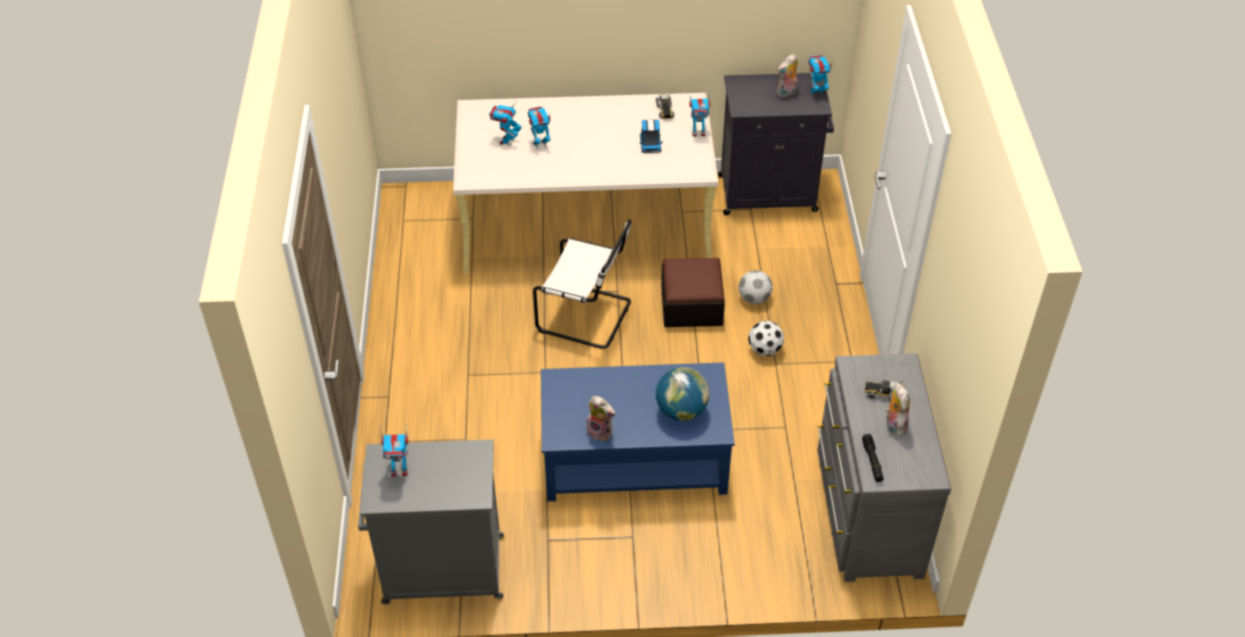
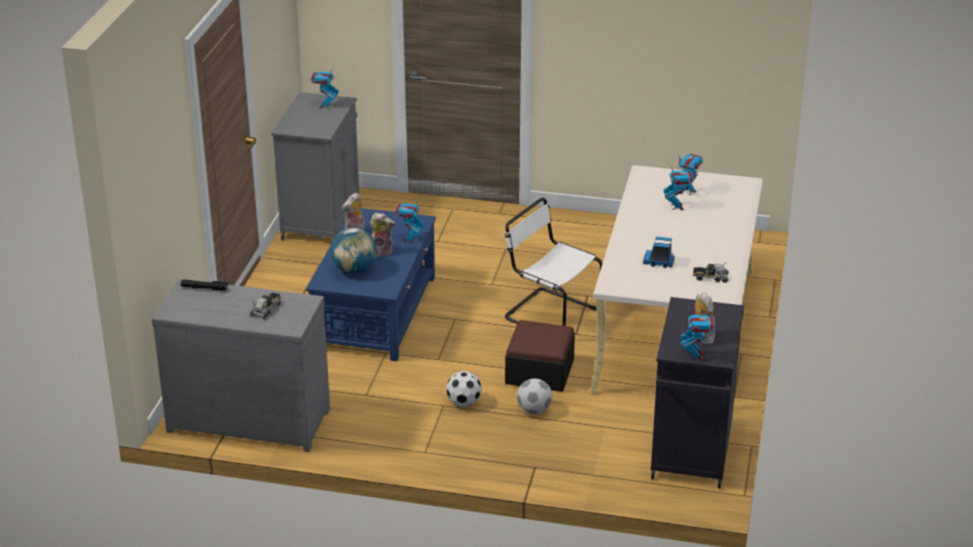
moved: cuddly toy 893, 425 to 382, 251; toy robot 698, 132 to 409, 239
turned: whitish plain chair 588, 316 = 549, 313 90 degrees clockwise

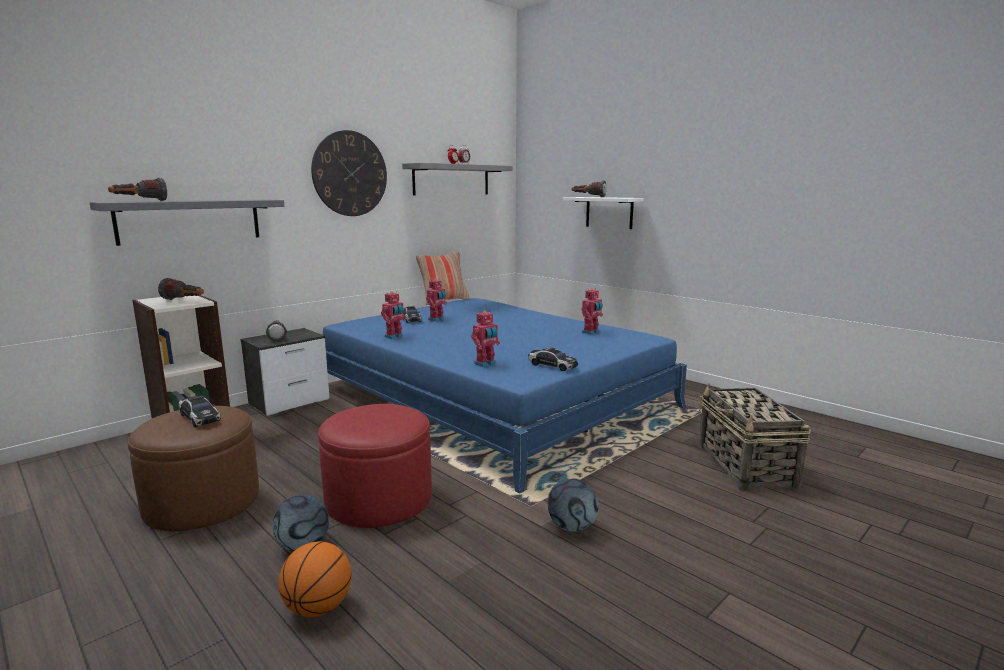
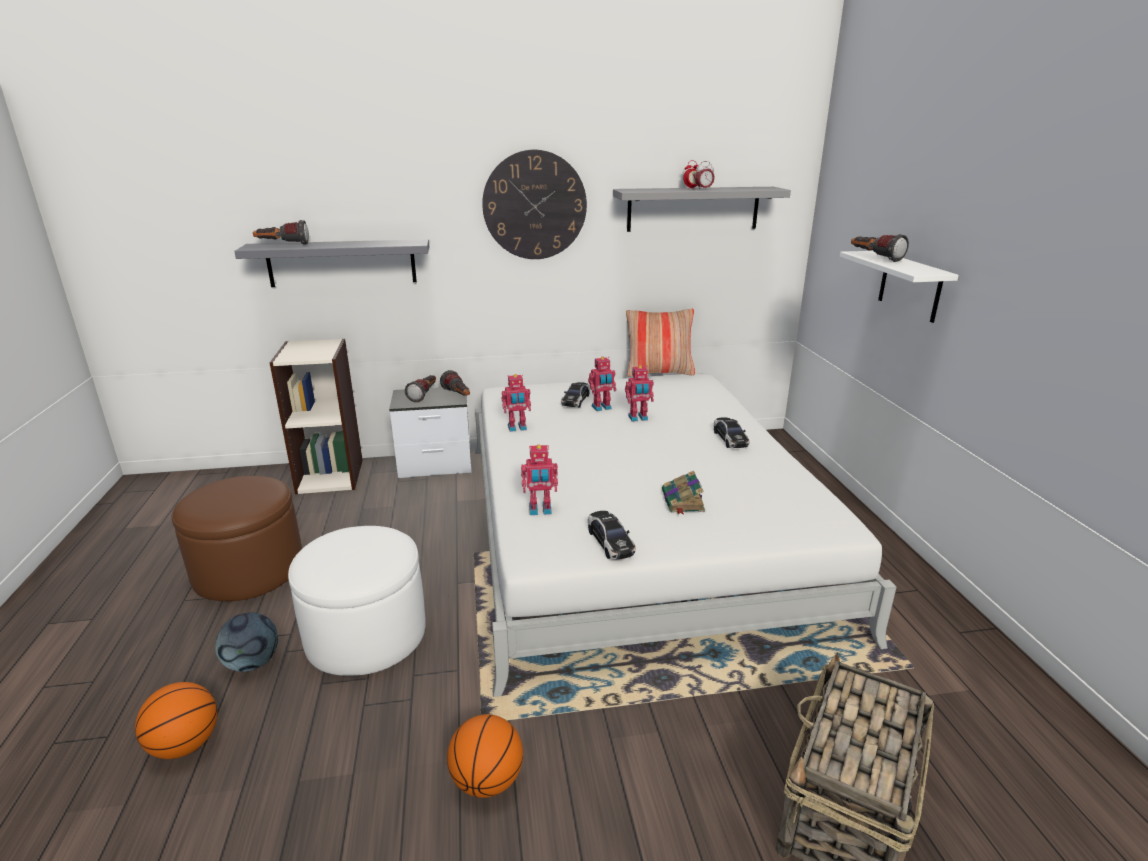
added: book 683, 502
moved: hand torch 185, 301 to 458, 396; toy robot 591, 332 to 638, 418; model car 199, 417 to 730, 439
replaced: football 571, 527 to ball for basketball 487, 781
recoloured: red-coloured pouffe 379, 499 to whitish pouffe 366, 634; bluish sleeping bed 491, 397 to whitish sleeping bed 634, 528

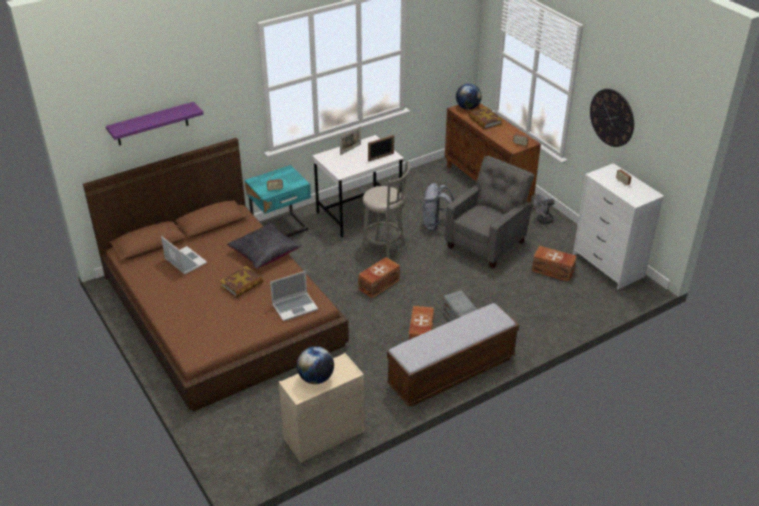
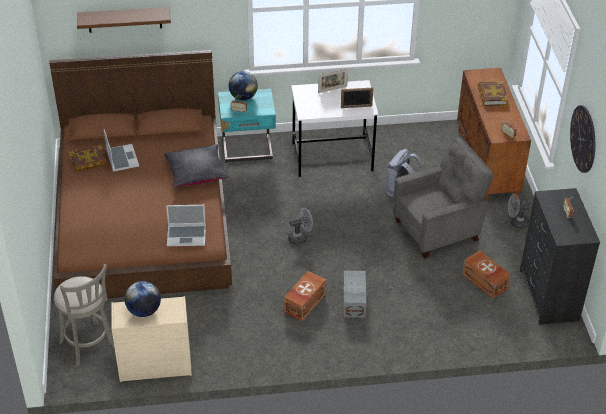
removed: indoor bench 451, 372
moved: grey stool 385, 249 to 89, 346; book 242, 284 to 88, 161; globe 467, 108 to 243, 97
replaced: brown-coloured storage bin 378, 285 to grey fan 300, 237
recoloured: purple bracket shelf 152, 124 to brown-coloured bracket shelf 124, 19; whitish chest of drawers 607, 265 to blackish chest of drawers 548, 295

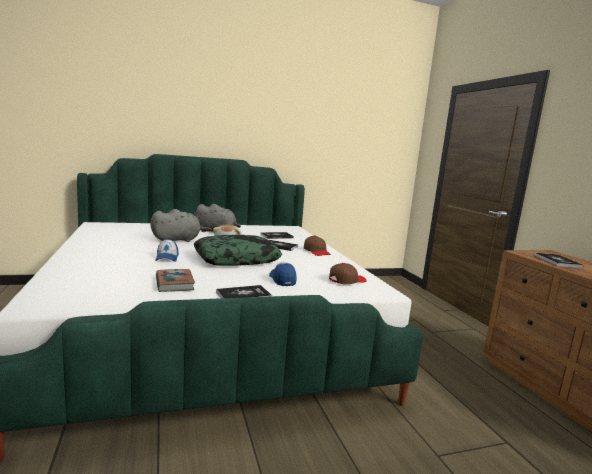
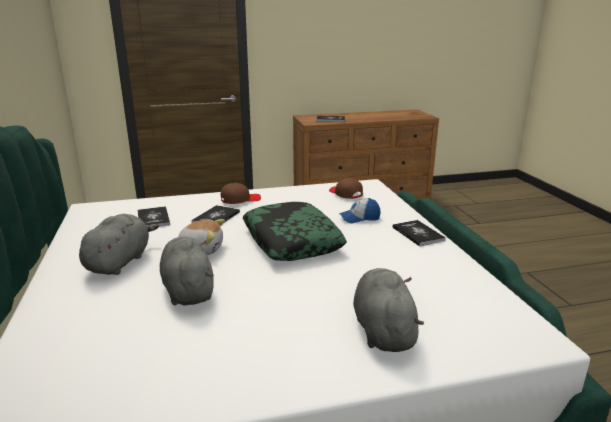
removed: cap 167, 258; book 174, 283
added: grey cuddly toy 383, 330

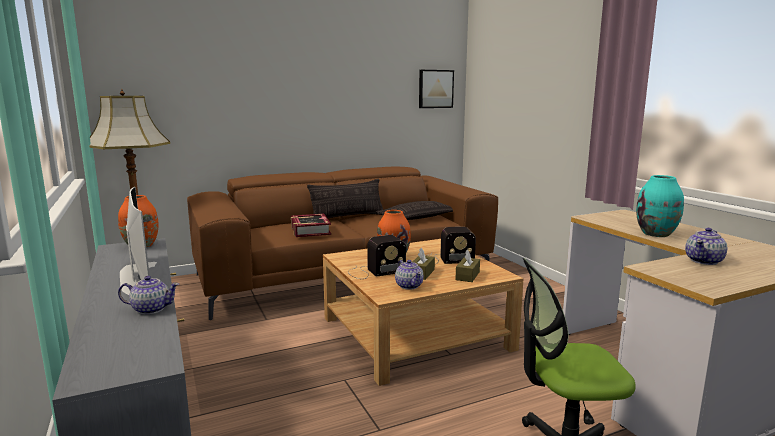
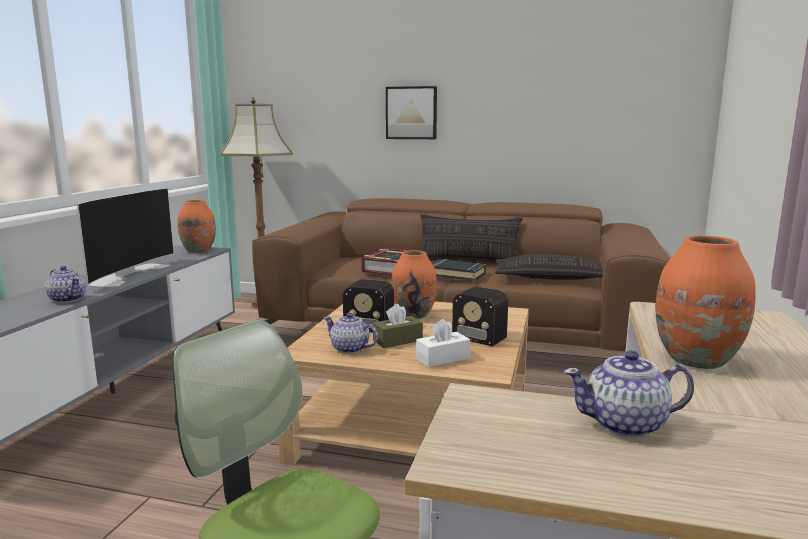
added: blackish book 456, 274
moved: wall art 435, 89 to 411, 113
recoloured: brown-coloured tissue box 467, 276 to whitish tissue box 442, 358; turquoise decorative vase 656, 234 to orangey decorative vase 697, 360
turned: tea pot 409, 286 = 350, 349 105 degrees clockwise

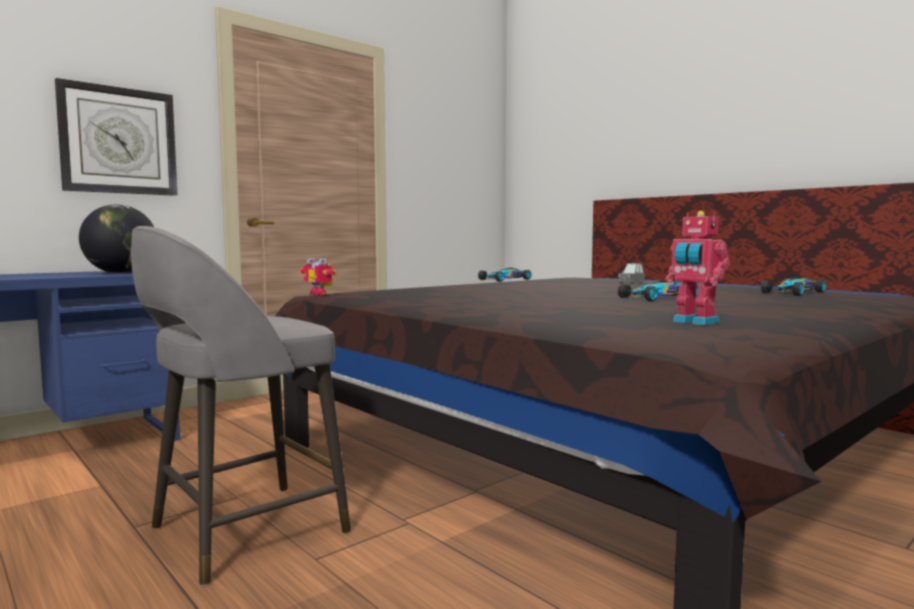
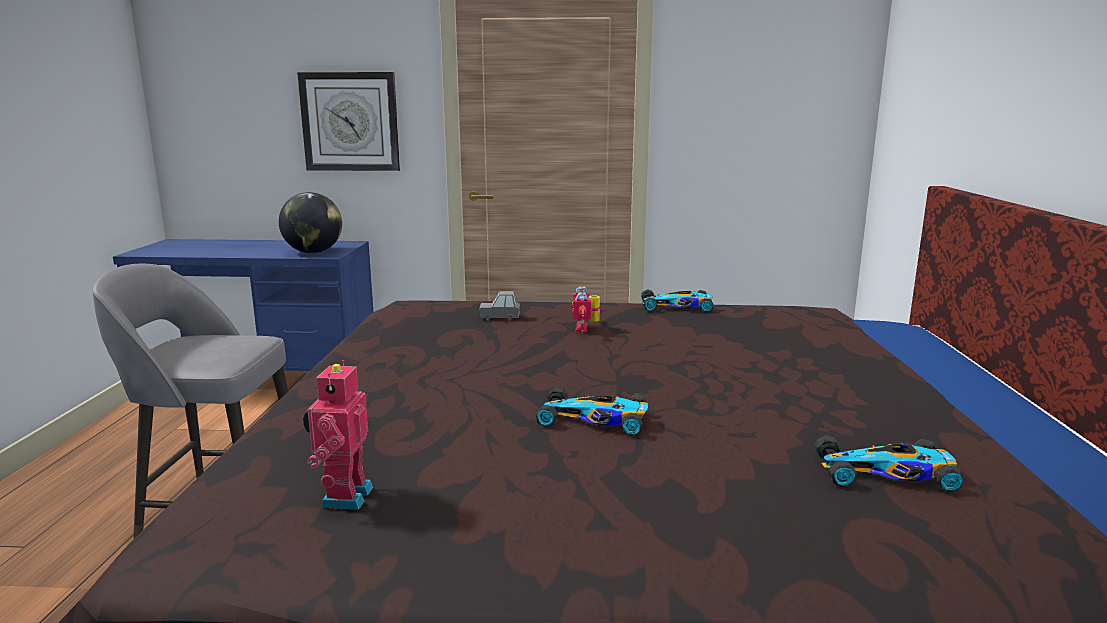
moved: grey model car 631, 283 to 499, 318; toy robot 321, 294 to 585, 329

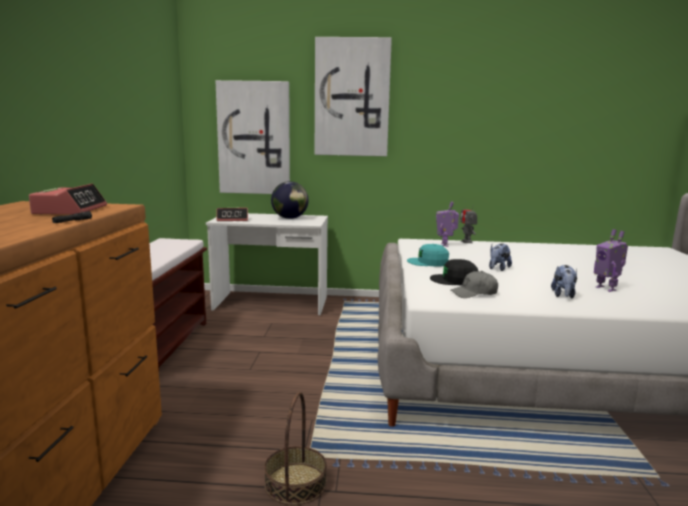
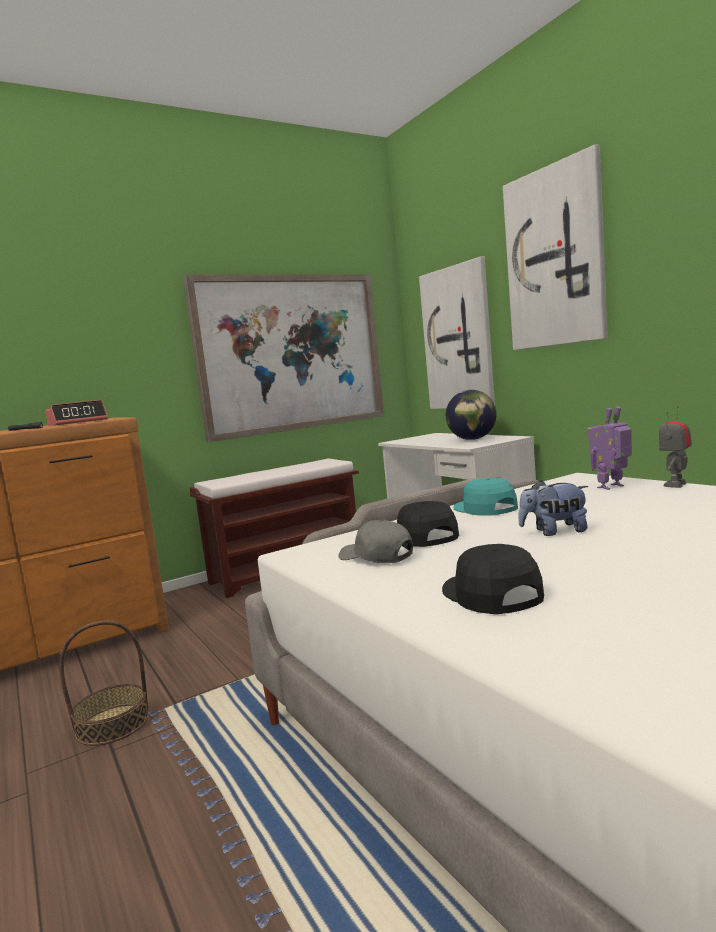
removed: bedside clock 233, 219; toy robot 606, 288
added: wall art 291, 353
replaced: cuddly toy 563, 295 to blackish cap 491, 593

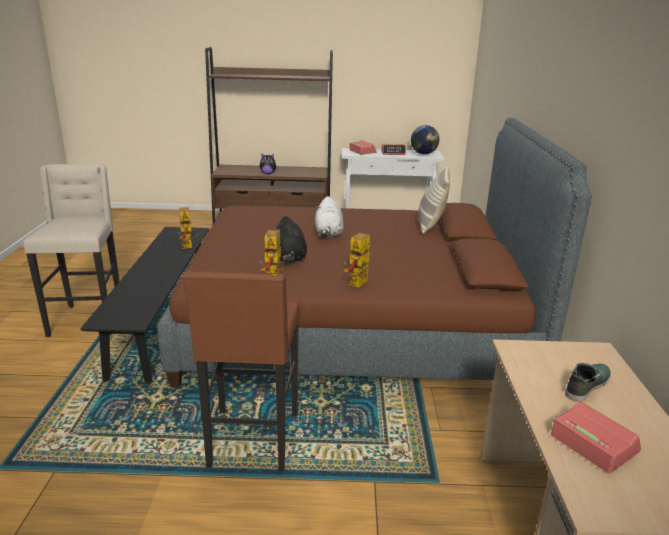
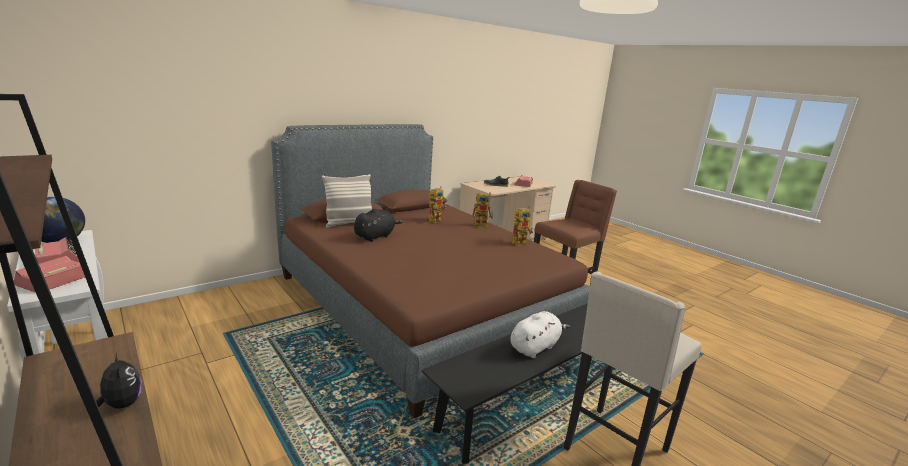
moved: blackish cuddly toy 290, 257 to 375, 236; toy robot 188, 247 to 436, 220; whitish cuddly toy 328, 233 to 535, 347

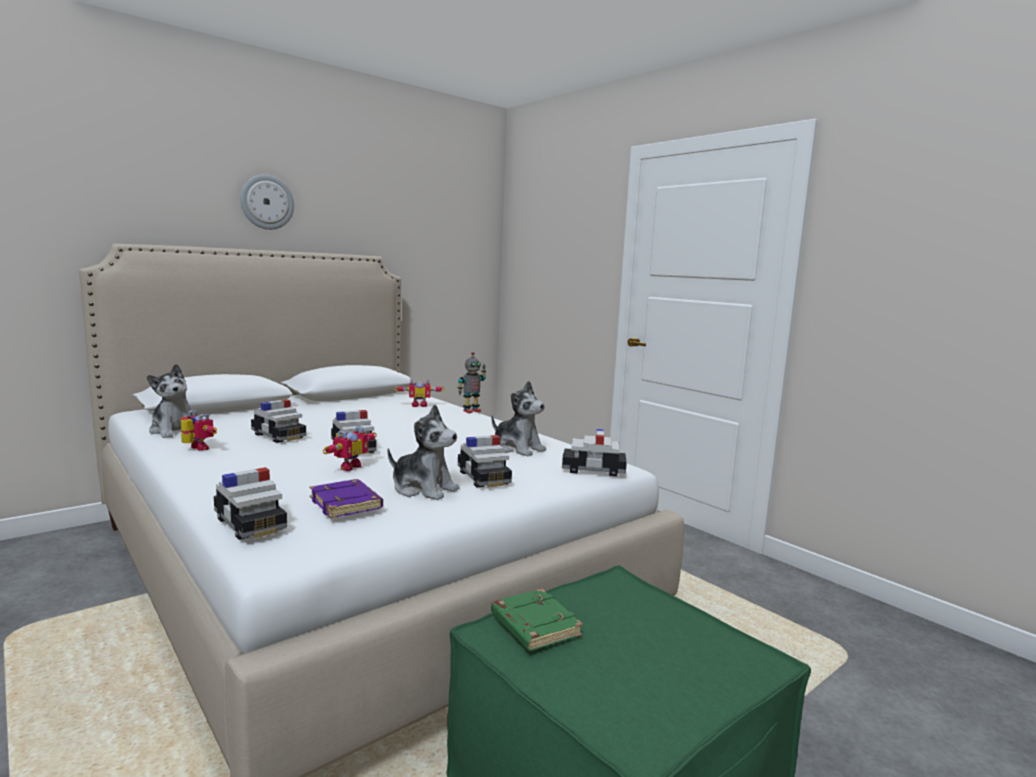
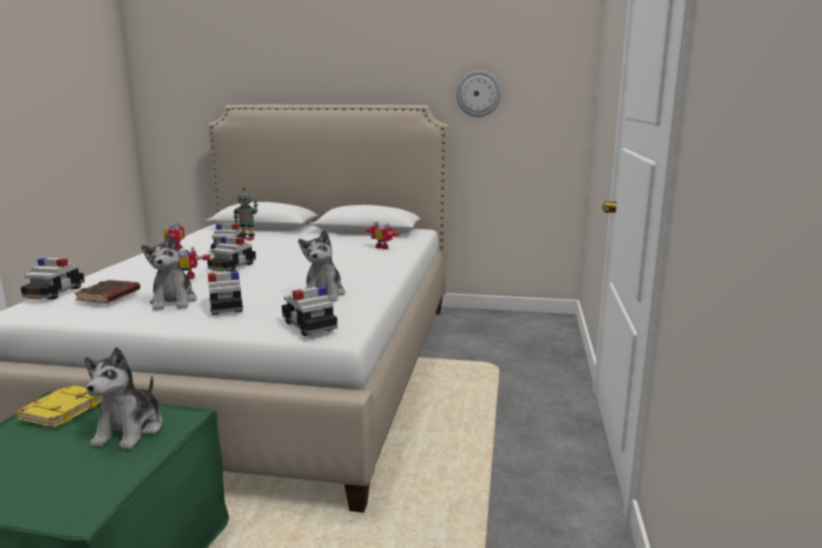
moved: cuddly toy 174, 431 to 130, 430; toy robot 471, 411 to 247, 239; wall clock 267, 202 to 478, 93
recoloured: green-coloured book 533, 625 to yellow book 62, 410; purple book 347, 504 to brown-coloured book 109, 296
turned: model car 483, 477 = 226, 306 135 degrees clockwise

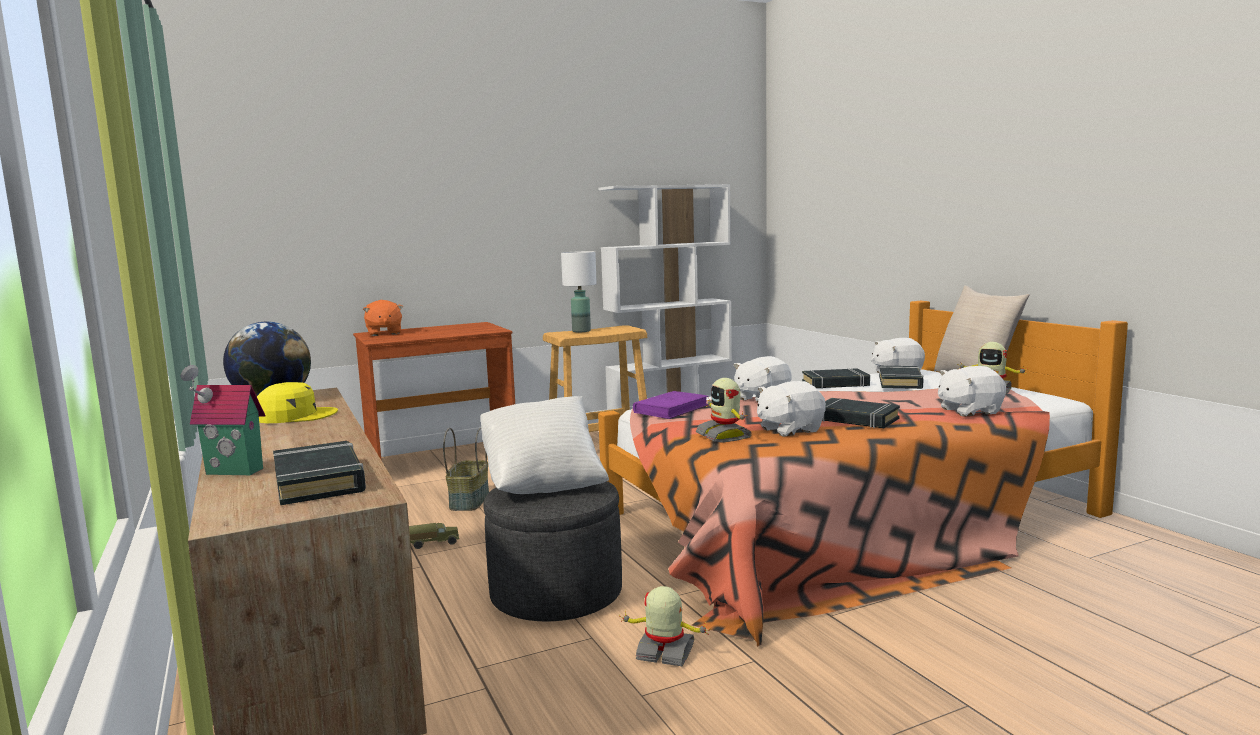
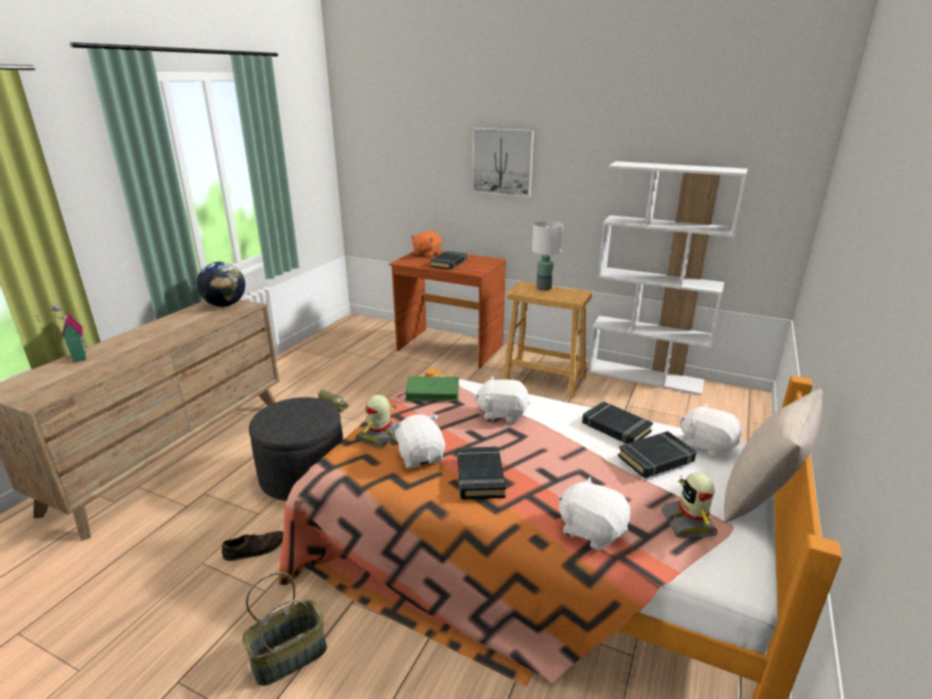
removed: yellow cap 296, 415; whitish cushion 543, 483
added: wall art 502, 162
moved: basket 468, 501 to 289, 655; blackish book 319, 481 to 449, 263
replaced: toy robot 665, 653 to brown-coloured shoe 255, 549
recoloured: purple book 671, 409 to green-coloured book 433, 392
turned: whitish cuddly toy 789, 430 = 421, 456 45 degrees clockwise

